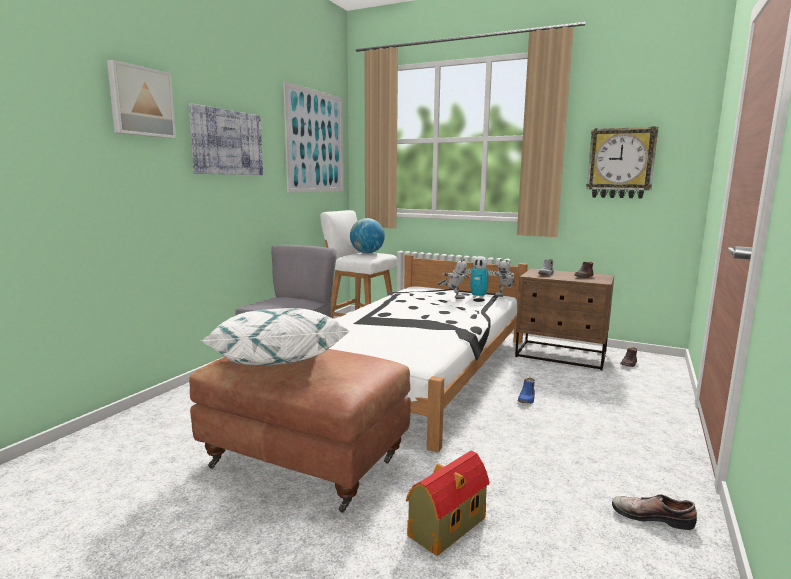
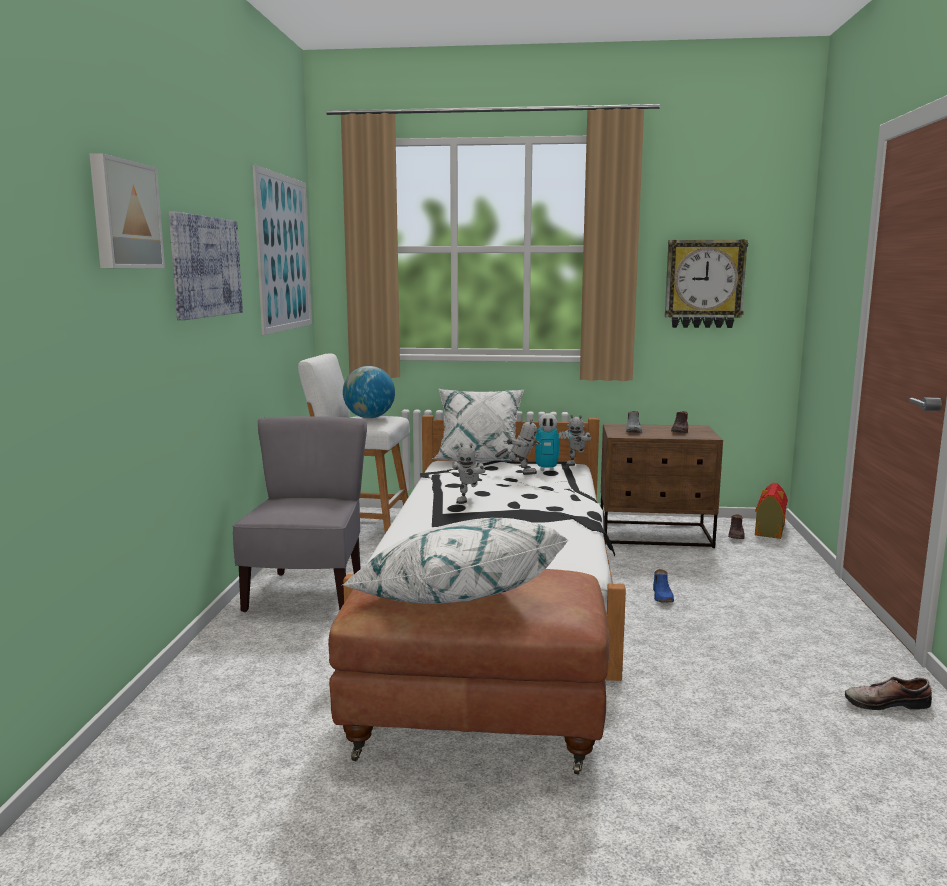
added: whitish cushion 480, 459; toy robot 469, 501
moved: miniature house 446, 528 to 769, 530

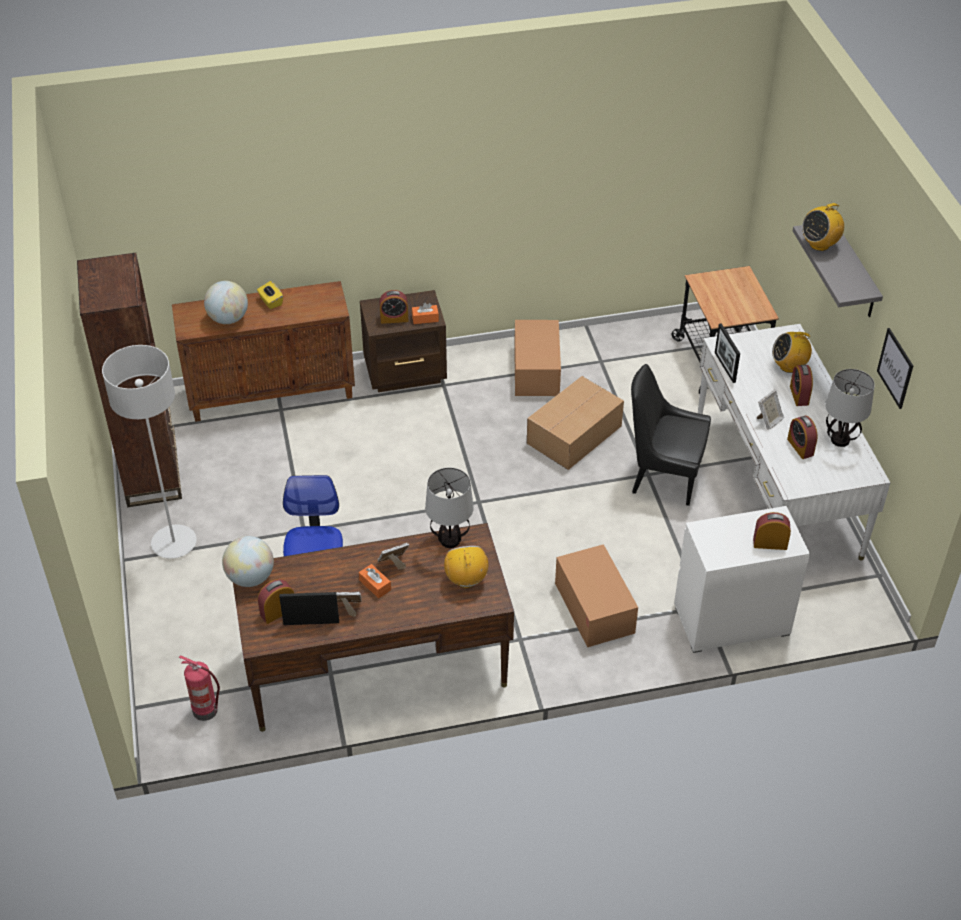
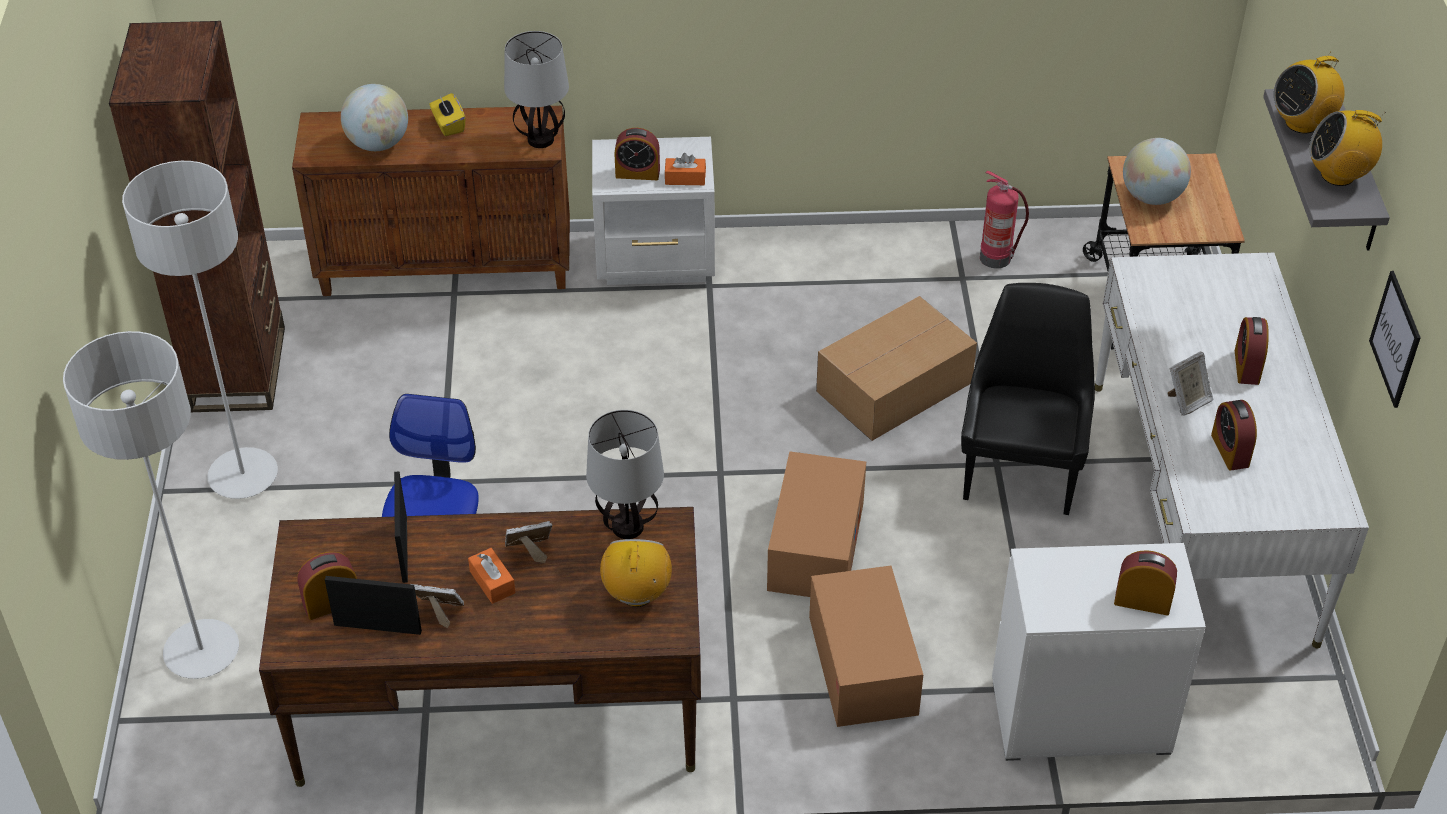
added: grey standard lamp 202, 651
moved: standing frame 725, 367 to 404, 549; table lamp 839, 440 to 540, 140; packing box 536, 370 to 815, 546; fire extinguisher 206, 710 to 997, 258; globe 250, 577 to 1151, 197; radio 789, 366 to 1338, 175
recoloured: brown-coloured night table 406, 373 to whitish night table 657, 260
turned: blackish plain chair 663, 476 = 1021, 470 75 degrees clockwise

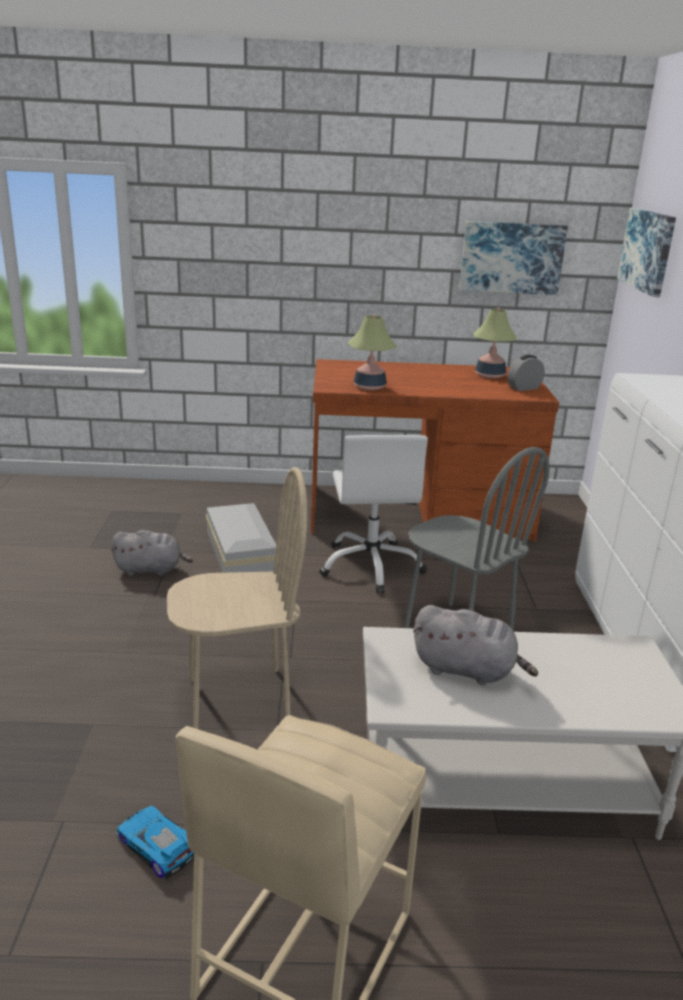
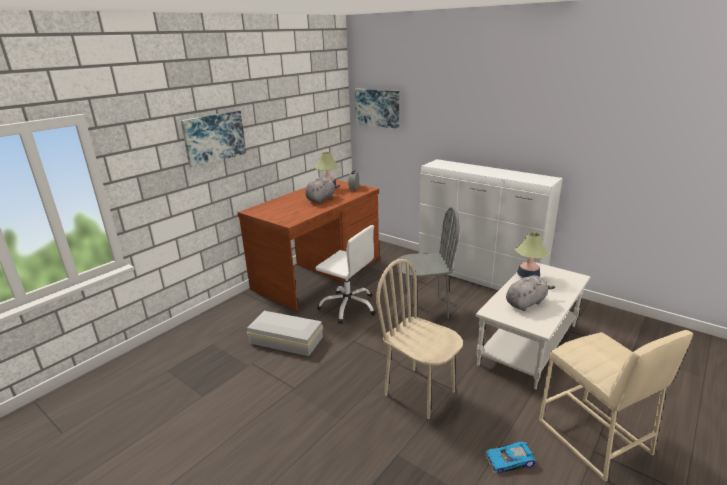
moved: wall art 511, 257 to 214, 137; grey cuddly toy 151, 569 to 321, 199; table lamp 369, 387 to 528, 276
turned: sand-coloured plain chair 238, 700 = 420, 392 75 degrees counterclockwise

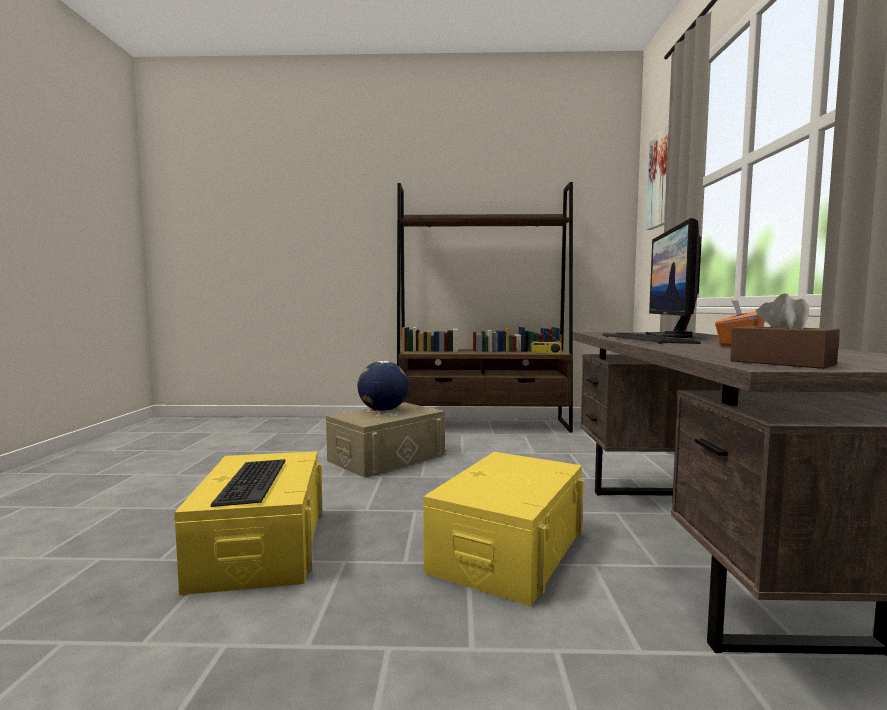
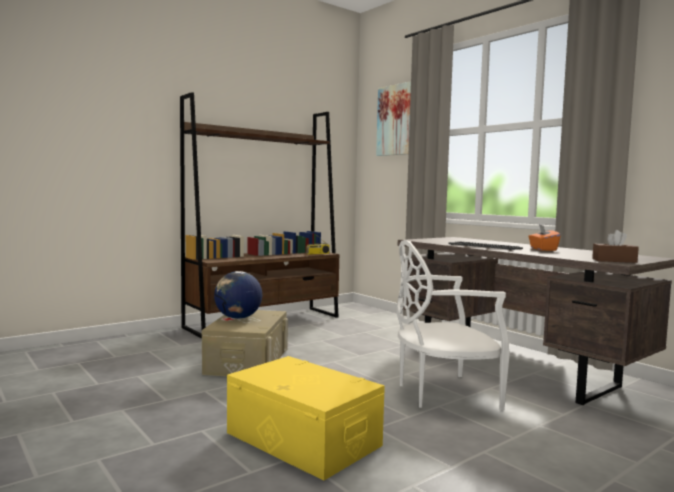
removed: computer keyboard 251, 482; computer display 671, 336
replaced: yellow storage bin 508, 549 to whitish plain chair 443, 393

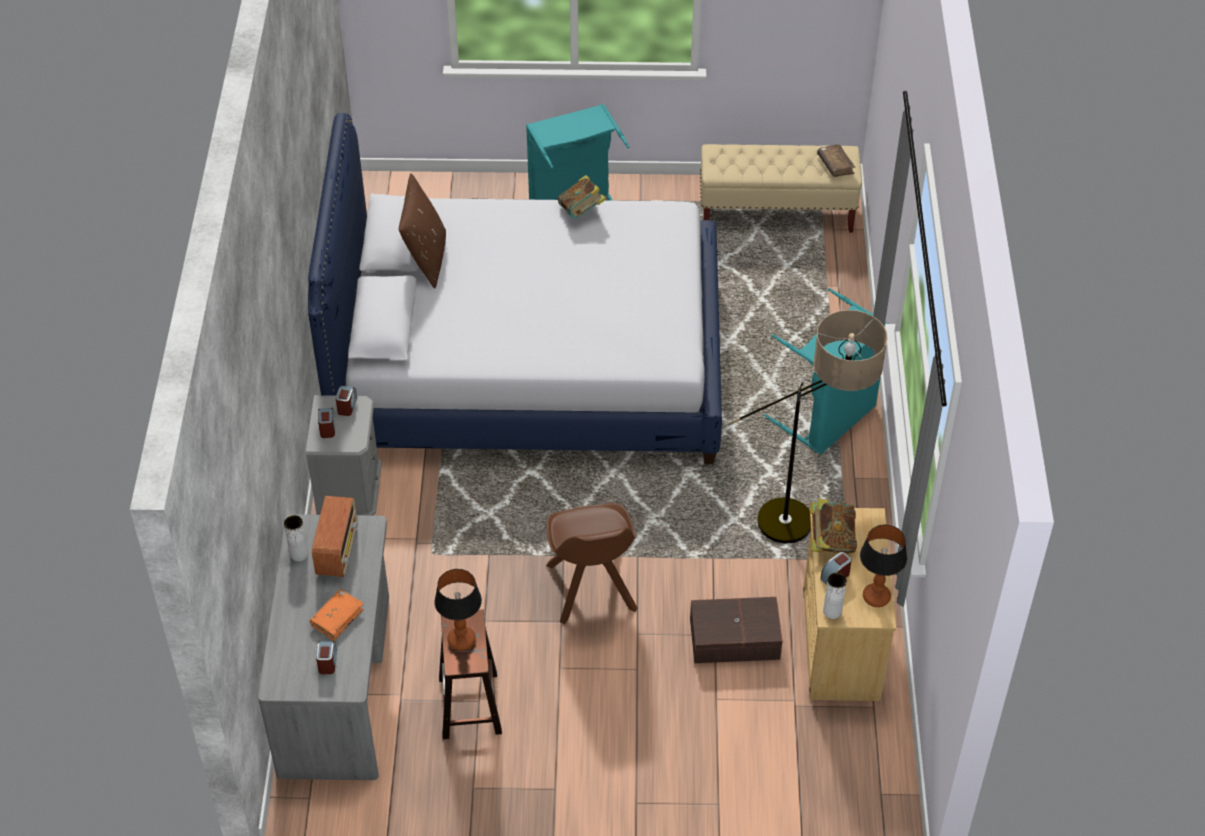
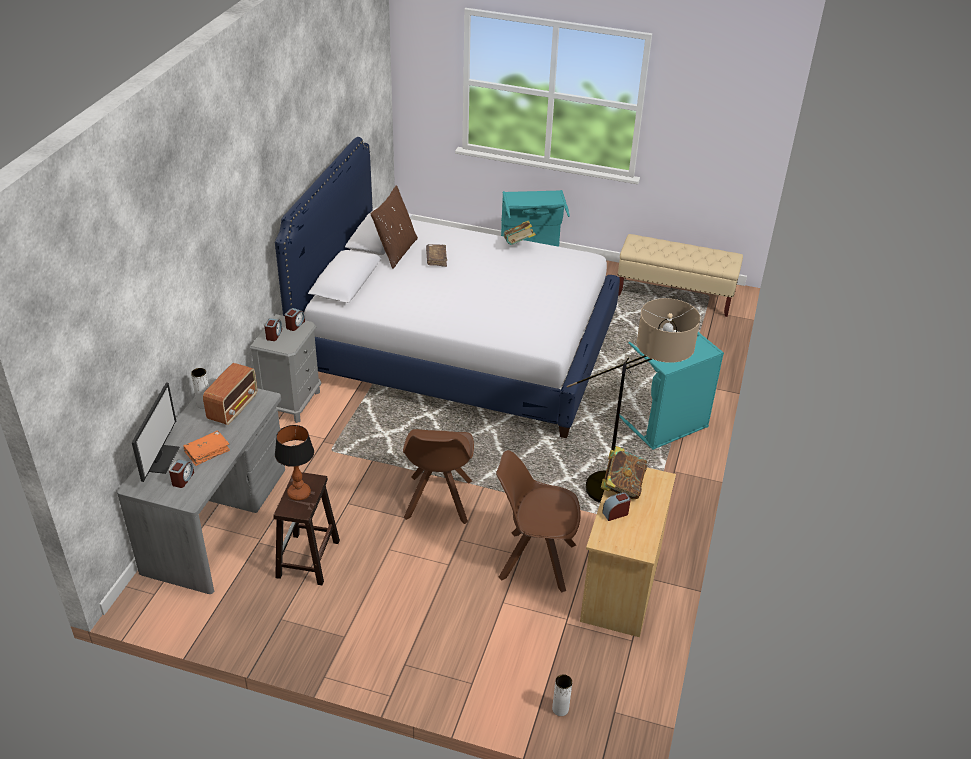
removed: table lamp 876, 597
added: computer display 160, 458
moved: brown-coloured book 835, 165 to 436, 259; whitish decorative vase 832, 611 to 560, 709
replaced: brown-coloured storage bin 733, 637 to brown-coloured plain chair 535, 560

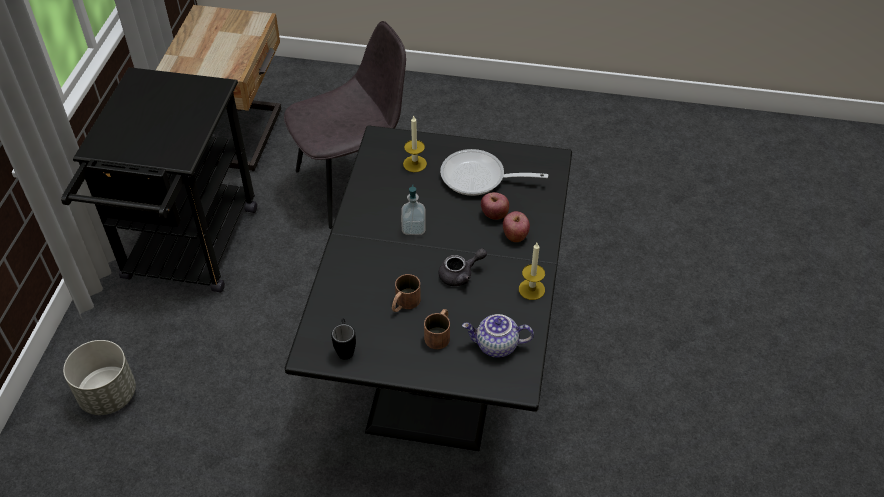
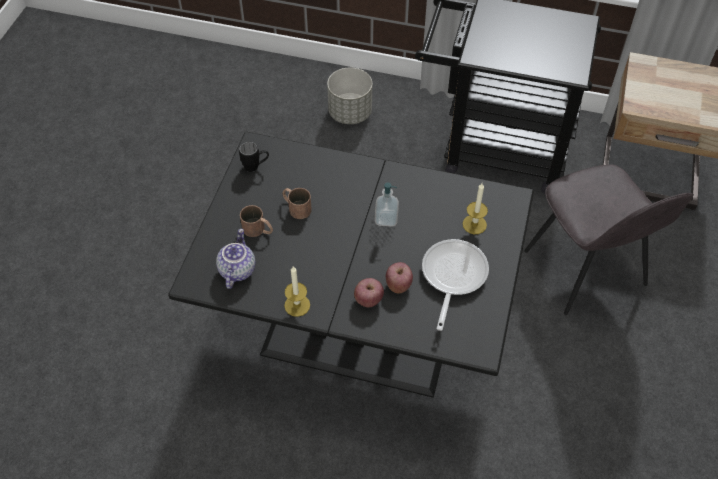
removed: grey tea pot 460, 274

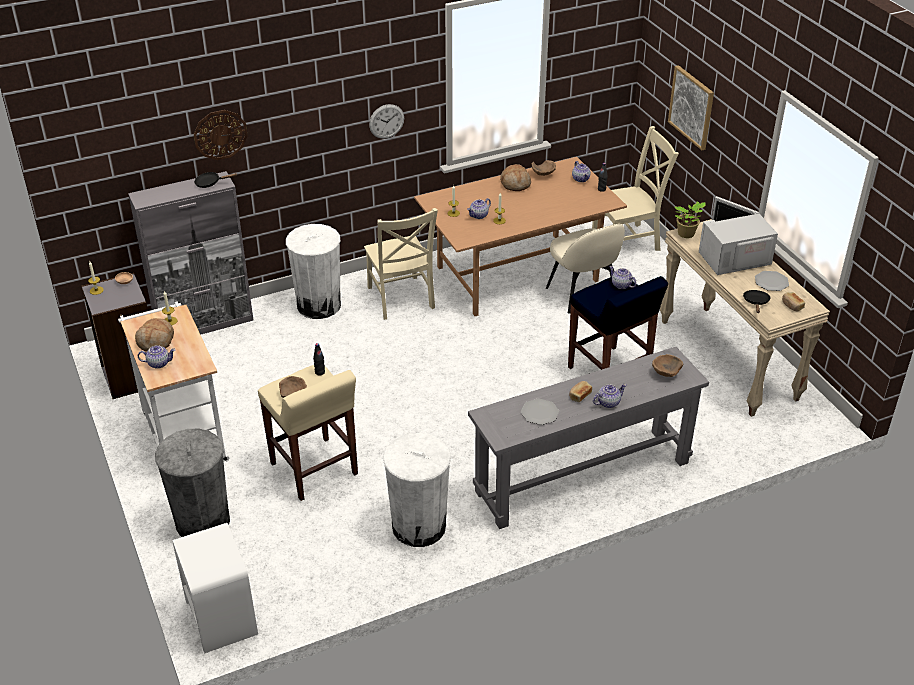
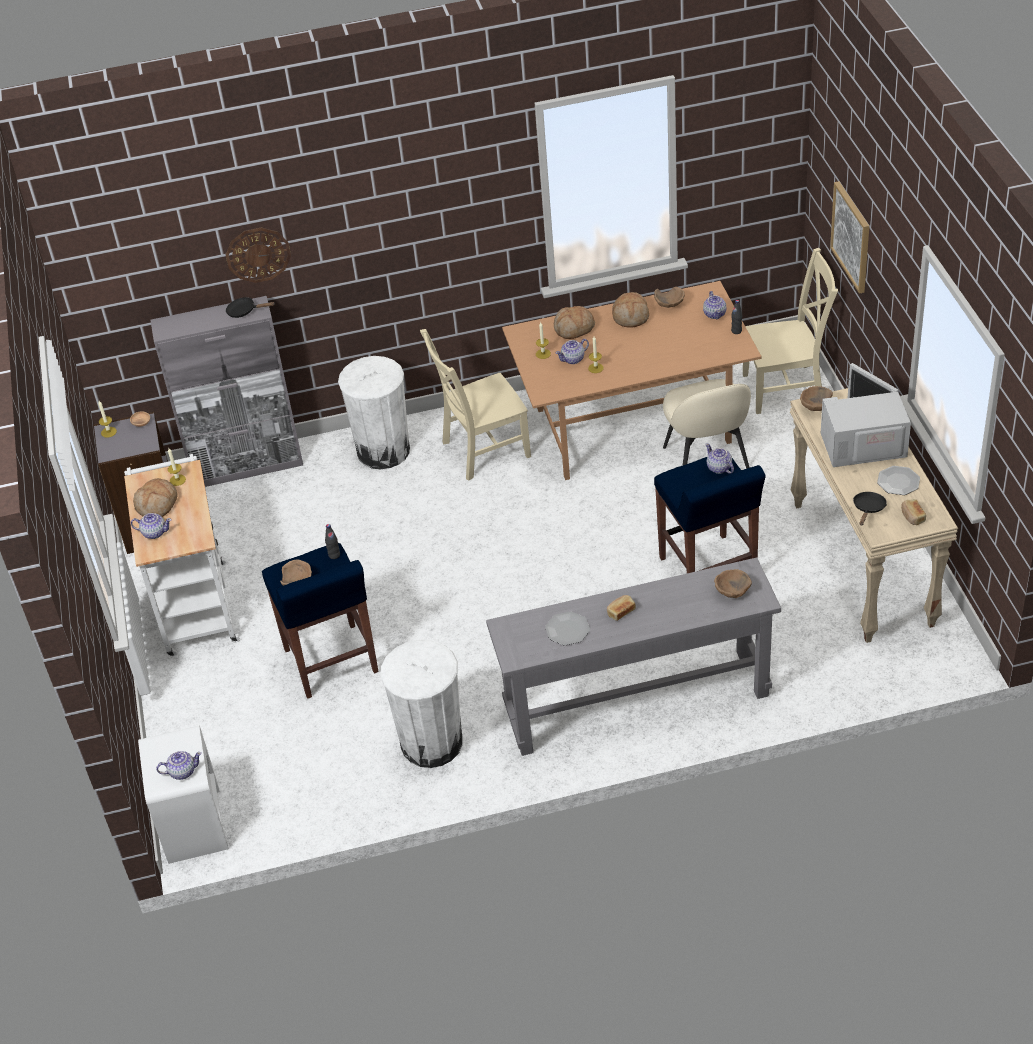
removed: grey trash can 202, 521; wall clock 386, 121
added: bread 574, 328
moved: tea pot 608, 402 to 182, 771
replaced: plant in a pot 687, 234 to brown-coloured bowl 815, 407
recoloured: sand-coloured stool 314, 470 to bluish stool 331, 662
turned: sand-coloured plain chair 401, 299 = 482, 450 75 degrees clockwise

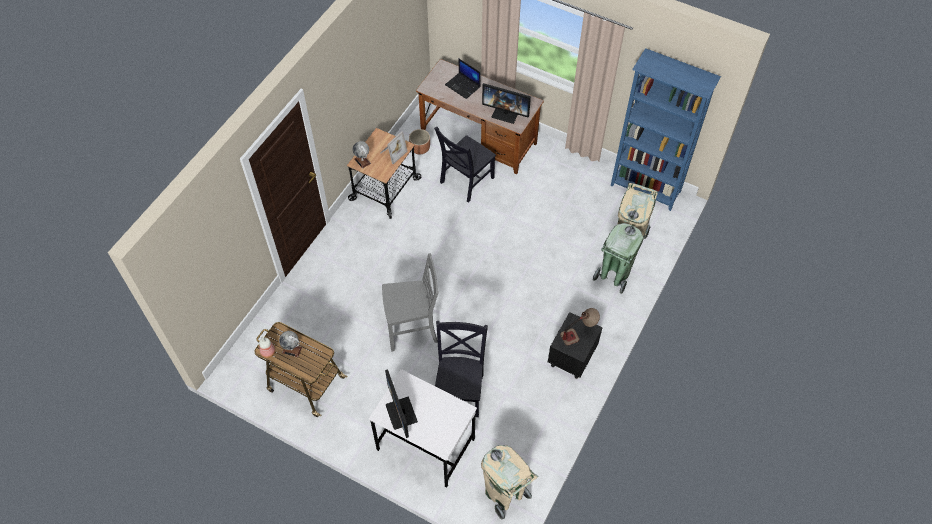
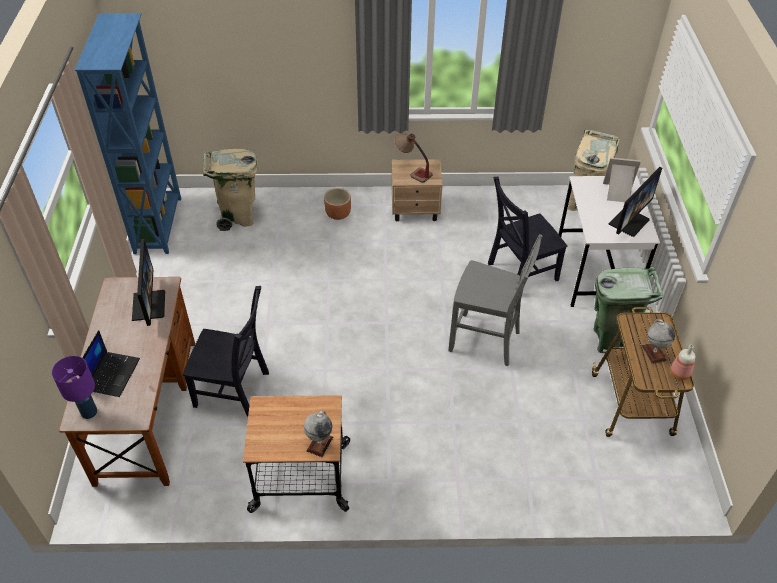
added: purple table lamp 89, 412
moved: brown-coloured plant pot 420, 149 to 338, 214; green-coloured trash can 614, 275 to 612, 339; standing frame 392, 152 to 617, 193
recoloured: blackish night table 571, 358 to sand-coloured night table 416, 210
turned: grey plain chair 413, 330 = 486, 341 150 degrees clockwise

